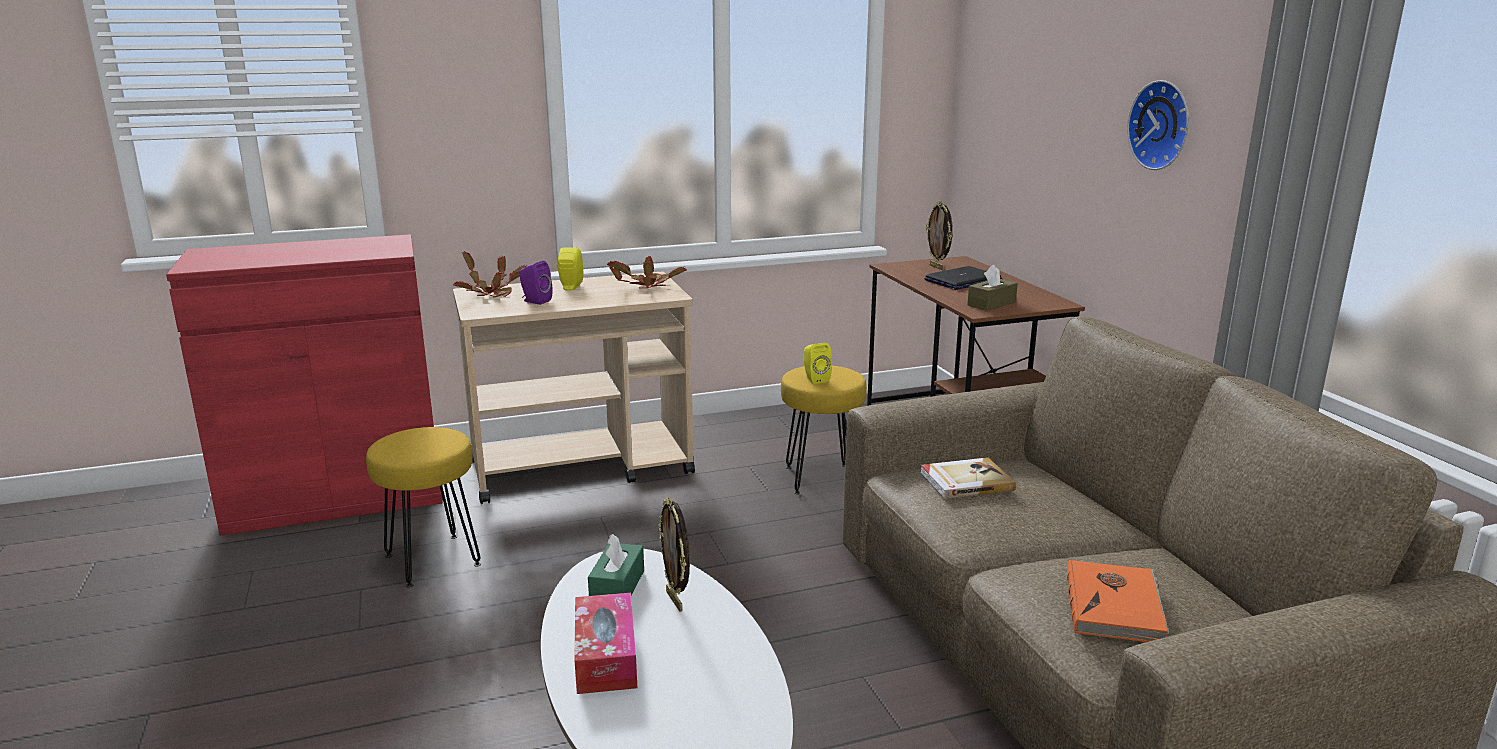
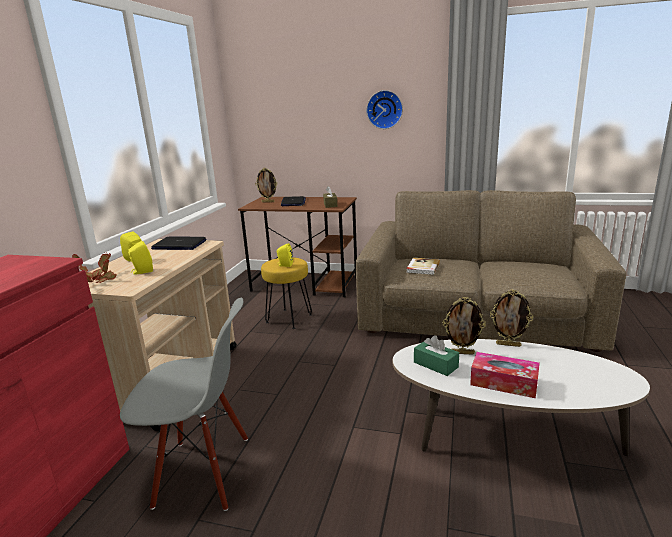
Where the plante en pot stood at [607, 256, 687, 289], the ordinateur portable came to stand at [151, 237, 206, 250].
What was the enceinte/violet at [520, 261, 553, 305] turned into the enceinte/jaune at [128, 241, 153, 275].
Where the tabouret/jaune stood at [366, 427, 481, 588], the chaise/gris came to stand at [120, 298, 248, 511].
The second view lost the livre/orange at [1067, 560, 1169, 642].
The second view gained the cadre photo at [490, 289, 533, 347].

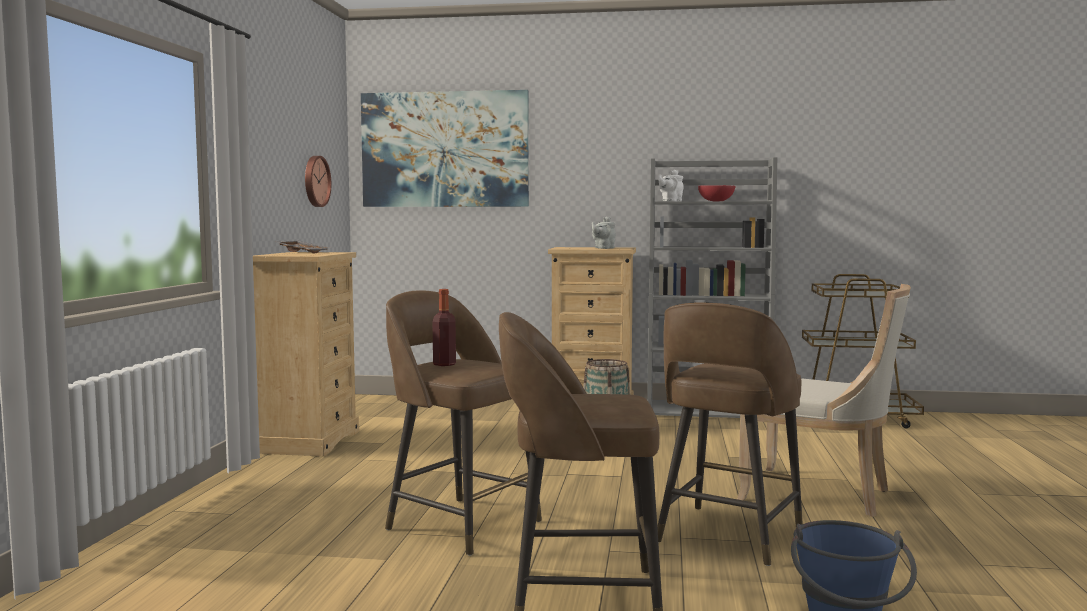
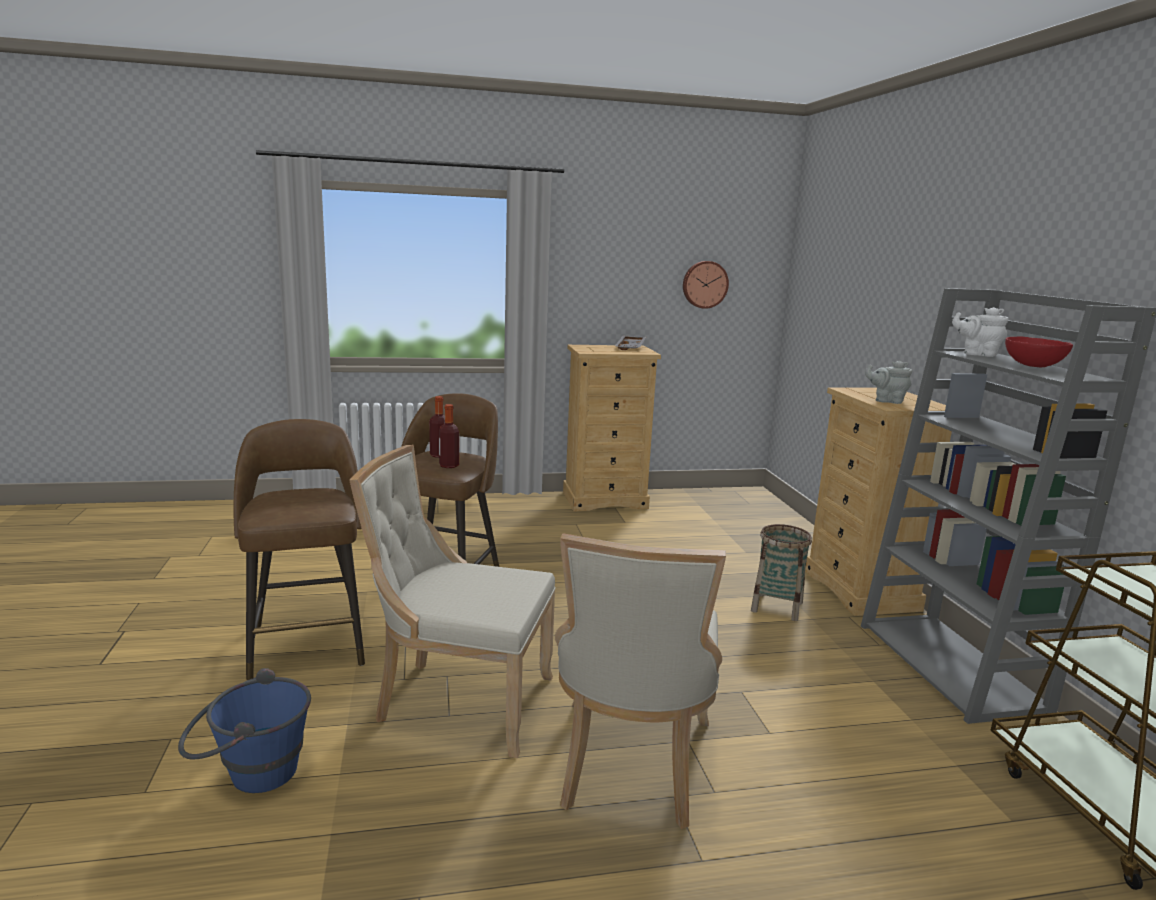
The second view lost the tableau at [361, 90, 529, 207].
Where the tabouret/marron stood at [657, 302, 803, 566], the chaise/beige came to stand at [349, 445, 556, 758].
The second view gained the bouteille at [439, 404, 459, 468].

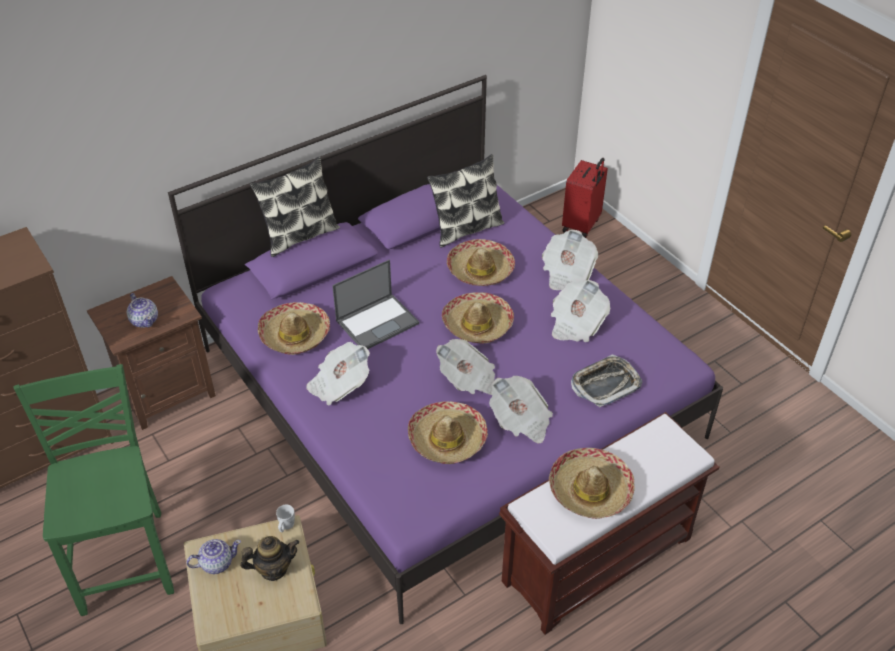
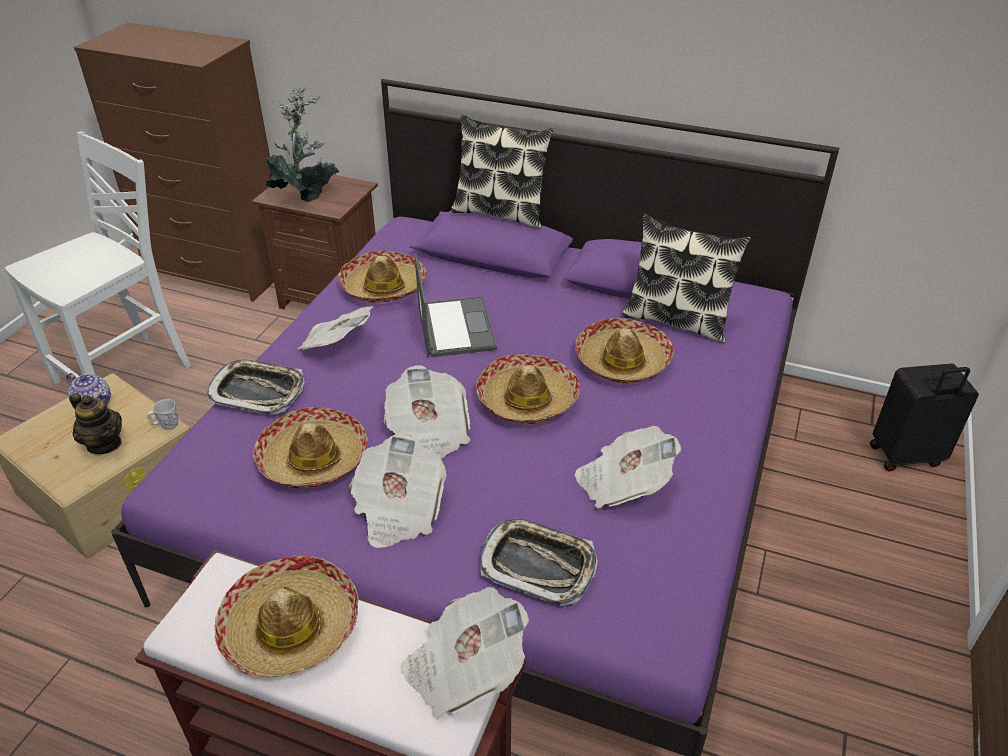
What was the valise/rouge at [562, 158, 608, 238] turned into the valise/noir at [870, 363, 979, 472].
The journal ended up elsewhere, having gone from [542, 230, 598, 290] to [401, 587, 529, 718].
The ordinateur portable at [332, 259, 419, 349] ended up facing another way, 120 degrees counterclockwise from before.
Where the théière stood at [127, 293, 158, 328], the plante en pot came to stand at [266, 87, 340, 202].
What was the chaise/vert at [13, 364, 174, 616] turned into the chaise/blanc at [5, 131, 192, 385].
The second view gained the plateau at [207, 360, 304, 415].

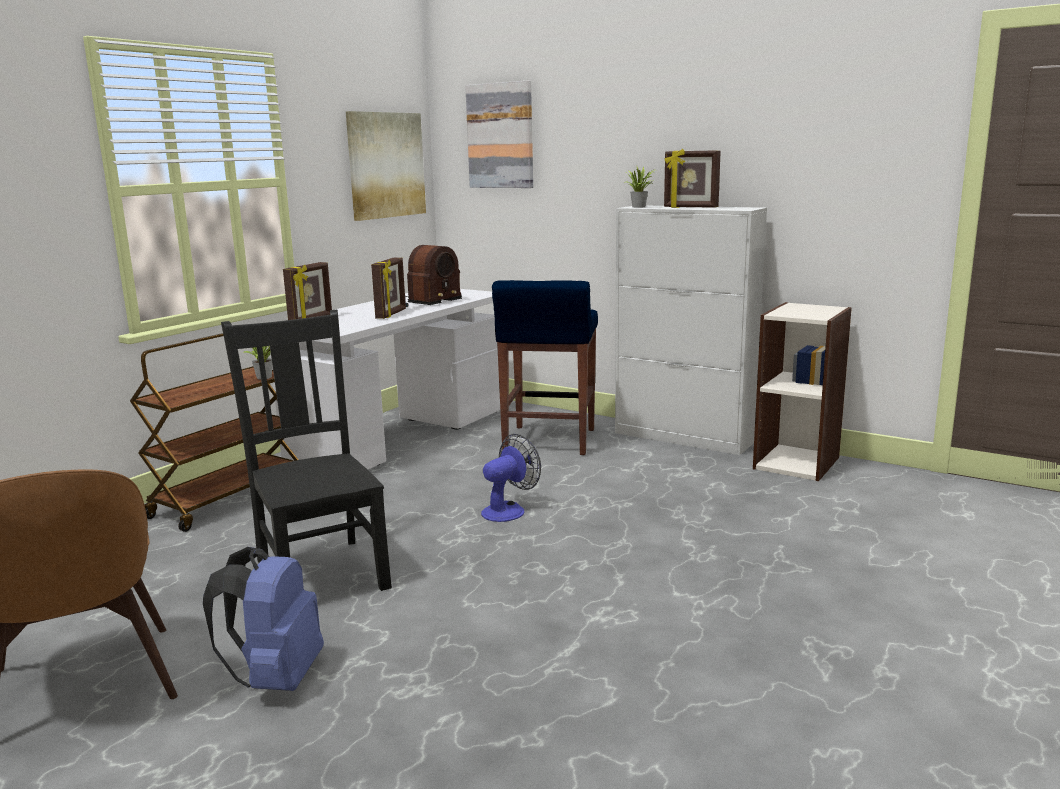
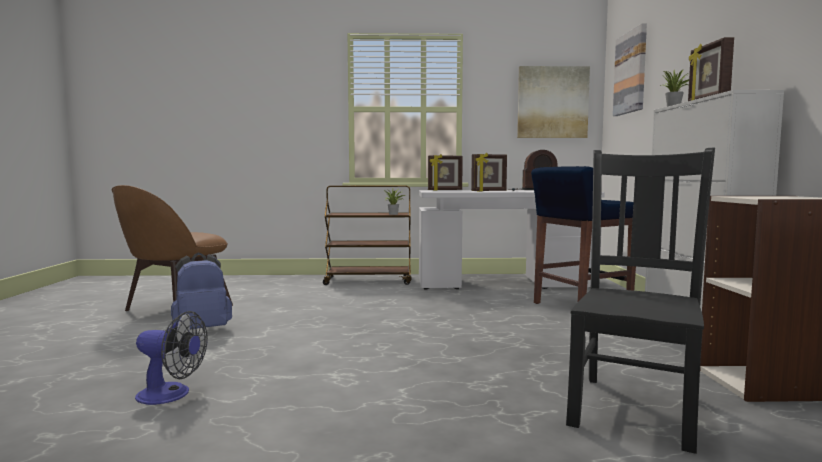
The chaise/noir ended up elsewhere, having gone from [221, 310, 392, 591] to [566, 148, 715, 454].
The ventilateur ended up elsewhere, having gone from [481, 434, 541, 522] to [135, 311, 208, 405].

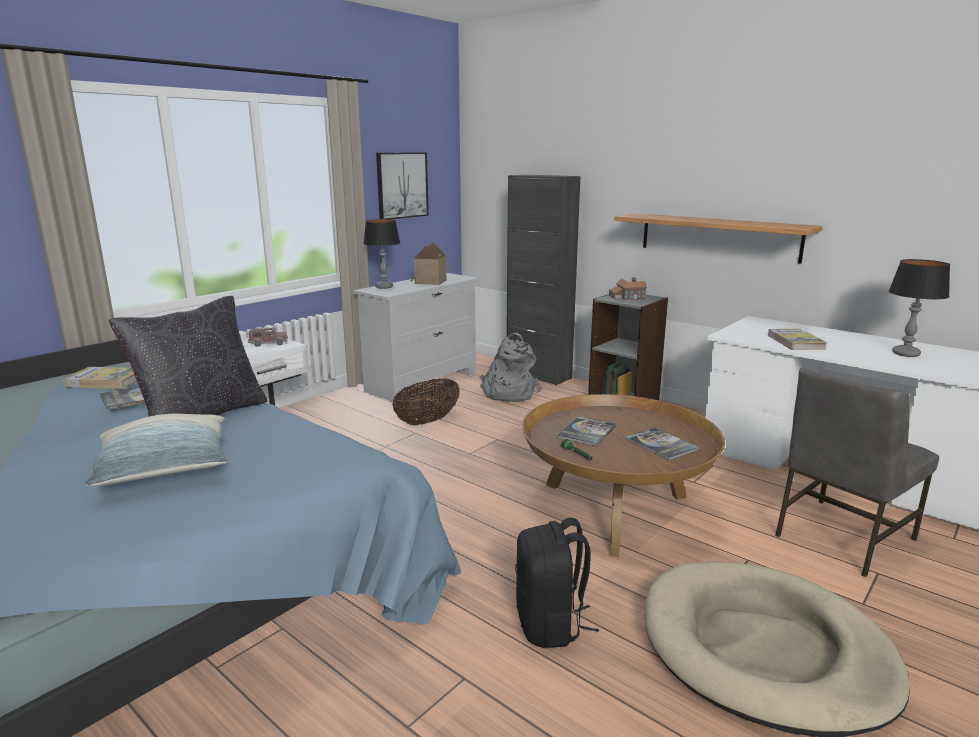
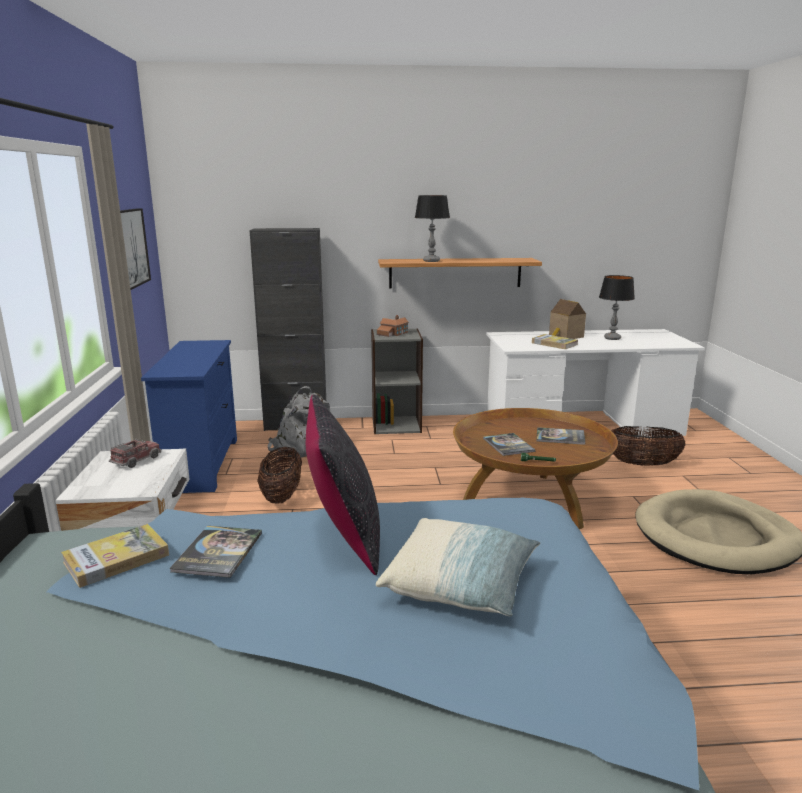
The lampe de table ended up elsewhere, having gone from [363, 219, 400, 289] to [415, 195, 450, 262].
The maison miniature ended up elsewhere, having gone from [410, 243, 447, 285] to [549, 299, 586, 339].
What was the commode/blanc at [353, 273, 479, 402] turned into the commode/bleu at [141, 340, 237, 493].
Where the chaise/gris stood at [775, 368, 939, 577], the panier came to stand at [612, 426, 685, 466].
The second view lost the sac à dos/noir at [515, 518, 599, 648].

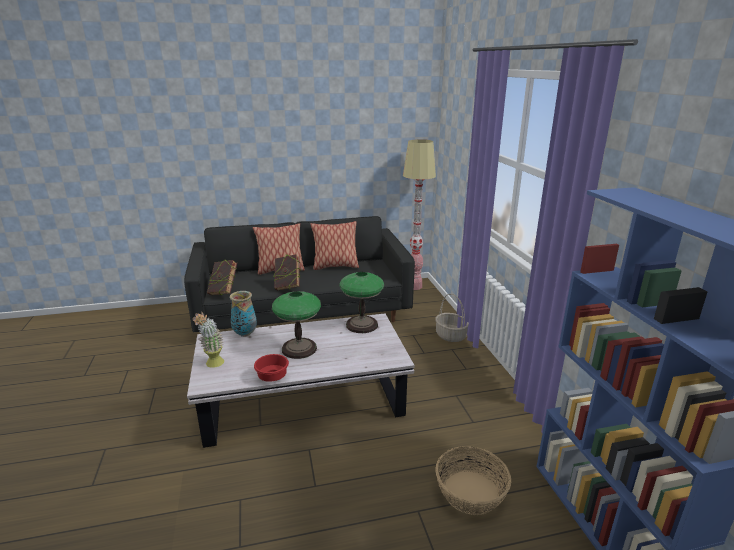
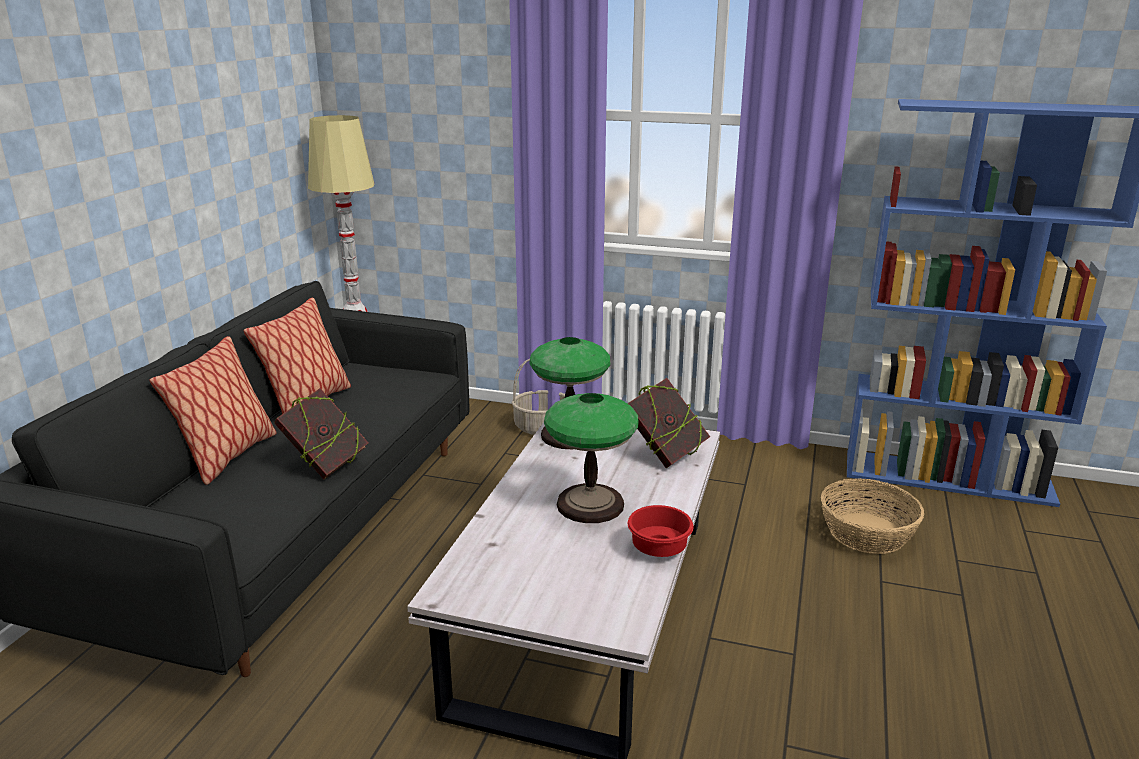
The livre ended up elsewhere, having gone from [207, 260, 237, 296] to [627, 378, 710, 468].
The second view lost the vase at [230, 291, 257, 337].
The second view lost the plante en pot at [192, 312, 224, 368].

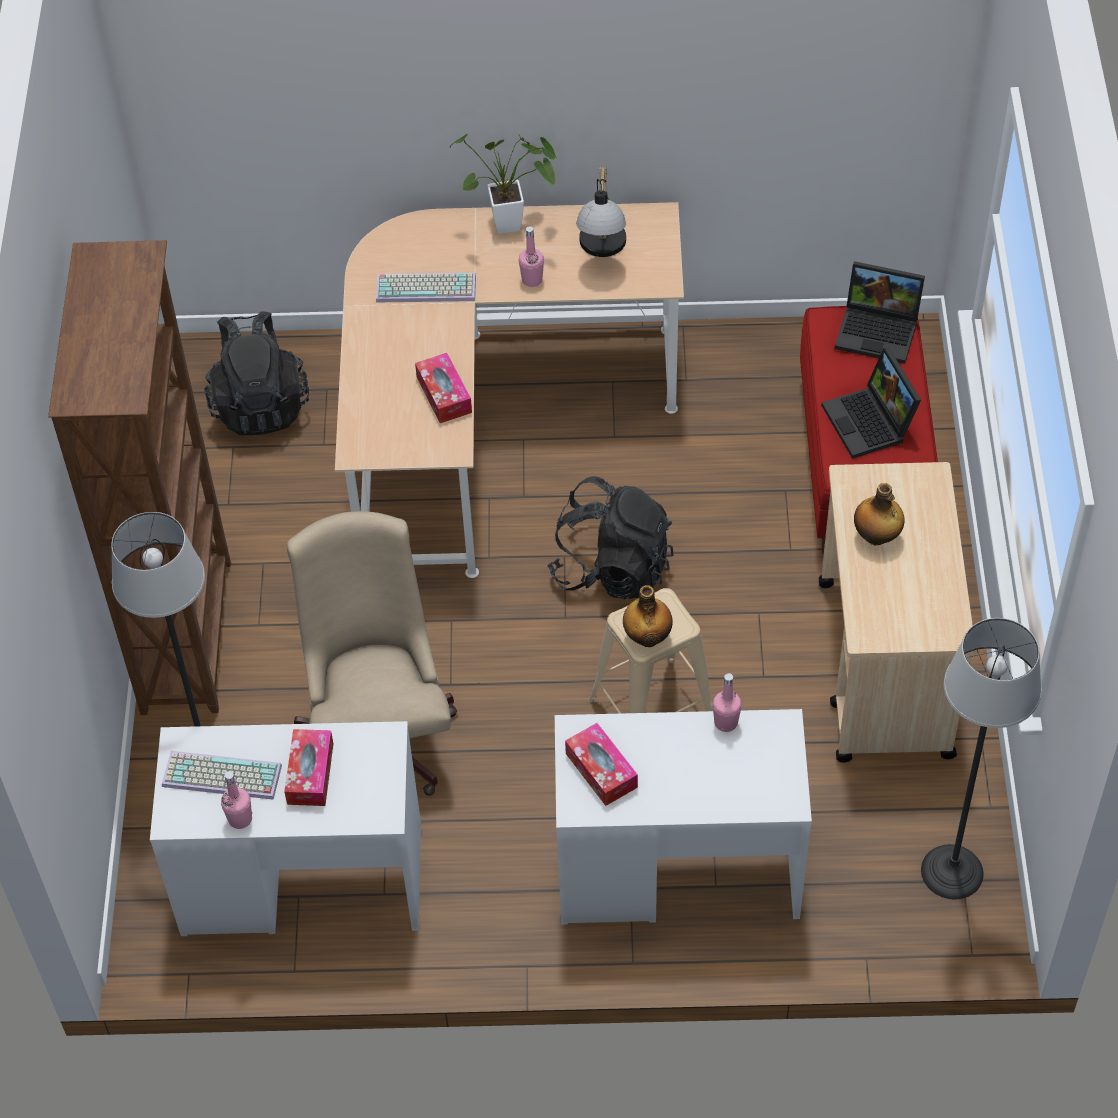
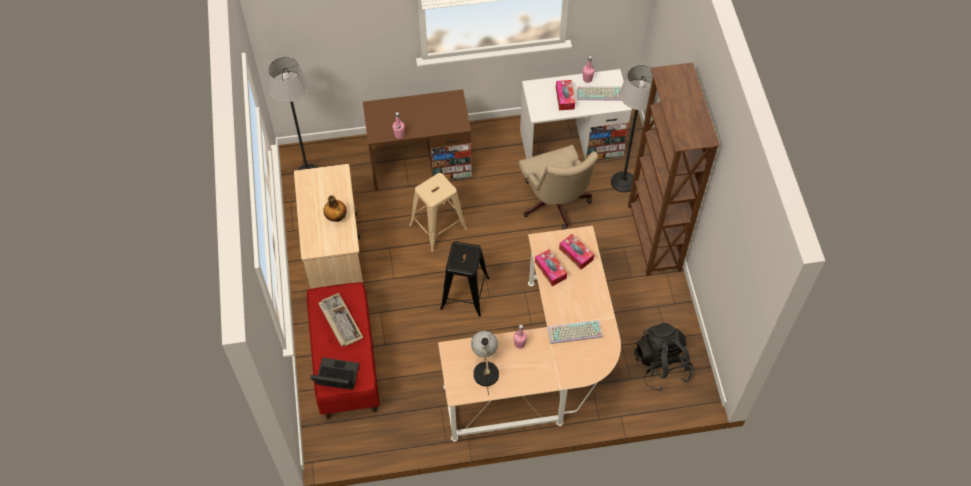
The second view lost the plante en pot at [450, 134, 557, 234].
Where the ordinateur portable stood at [822, 347, 921, 459], the clavier came to stand at [318, 293, 363, 347].
Where the sac à dos/noir stood at [547, 476, 674, 599], the tabouret/noir came to stand at [440, 241, 489, 317].
The second view lost the bouteille at [623, 585, 673, 647].
What was the bureau/blanc at [555, 709, 812, 925] turned into the bureau/marron at [363, 89, 472, 191].
The boîte à mouchoirs ended up elsewhere, having gone from [565, 723, 638, 806] to [559, 234, 594, 269].

